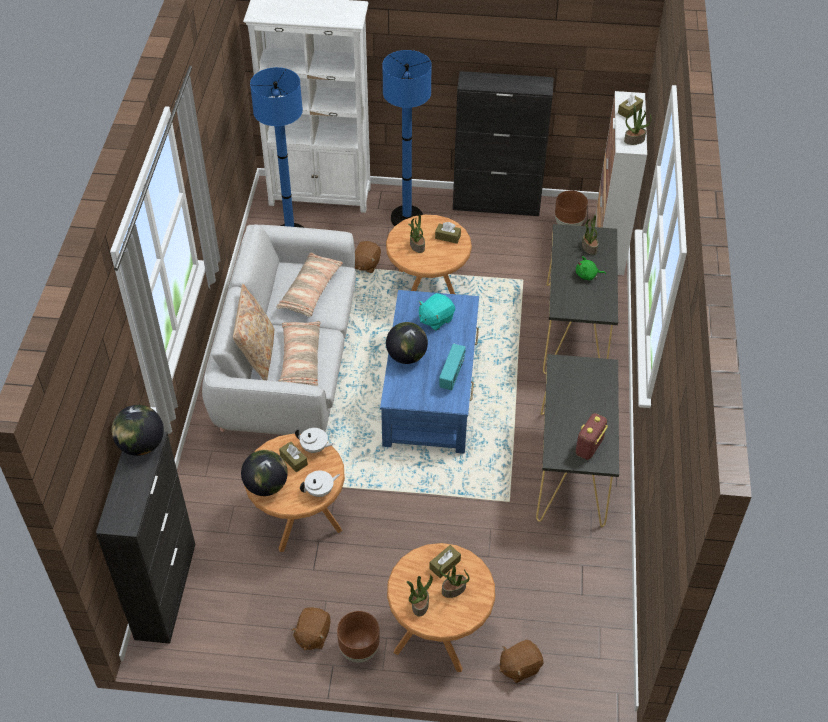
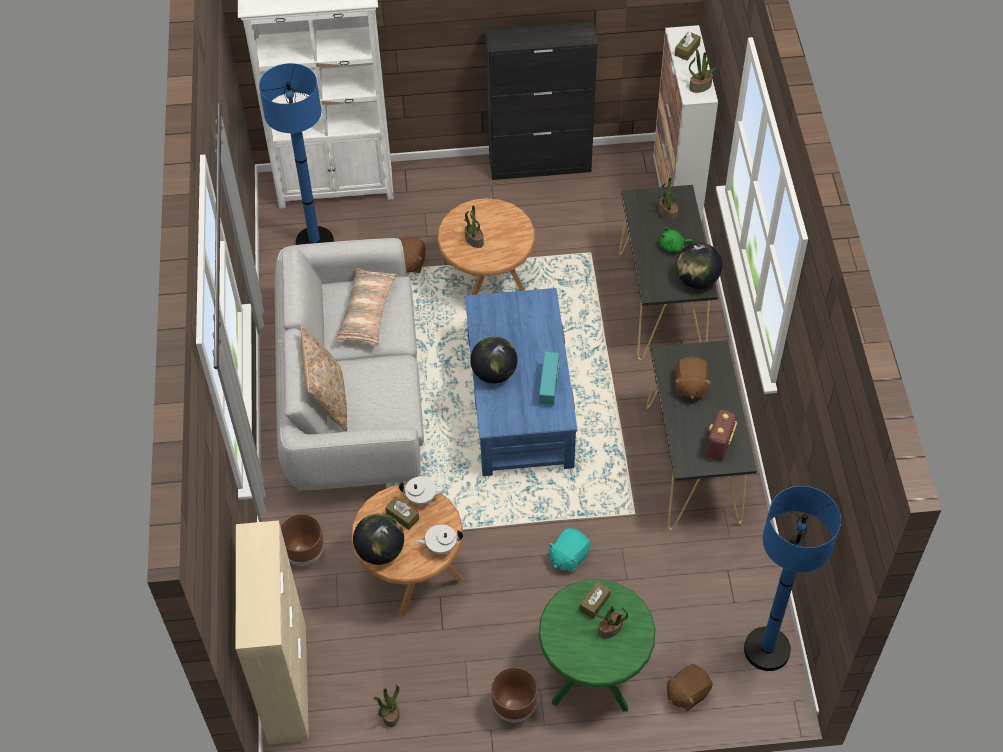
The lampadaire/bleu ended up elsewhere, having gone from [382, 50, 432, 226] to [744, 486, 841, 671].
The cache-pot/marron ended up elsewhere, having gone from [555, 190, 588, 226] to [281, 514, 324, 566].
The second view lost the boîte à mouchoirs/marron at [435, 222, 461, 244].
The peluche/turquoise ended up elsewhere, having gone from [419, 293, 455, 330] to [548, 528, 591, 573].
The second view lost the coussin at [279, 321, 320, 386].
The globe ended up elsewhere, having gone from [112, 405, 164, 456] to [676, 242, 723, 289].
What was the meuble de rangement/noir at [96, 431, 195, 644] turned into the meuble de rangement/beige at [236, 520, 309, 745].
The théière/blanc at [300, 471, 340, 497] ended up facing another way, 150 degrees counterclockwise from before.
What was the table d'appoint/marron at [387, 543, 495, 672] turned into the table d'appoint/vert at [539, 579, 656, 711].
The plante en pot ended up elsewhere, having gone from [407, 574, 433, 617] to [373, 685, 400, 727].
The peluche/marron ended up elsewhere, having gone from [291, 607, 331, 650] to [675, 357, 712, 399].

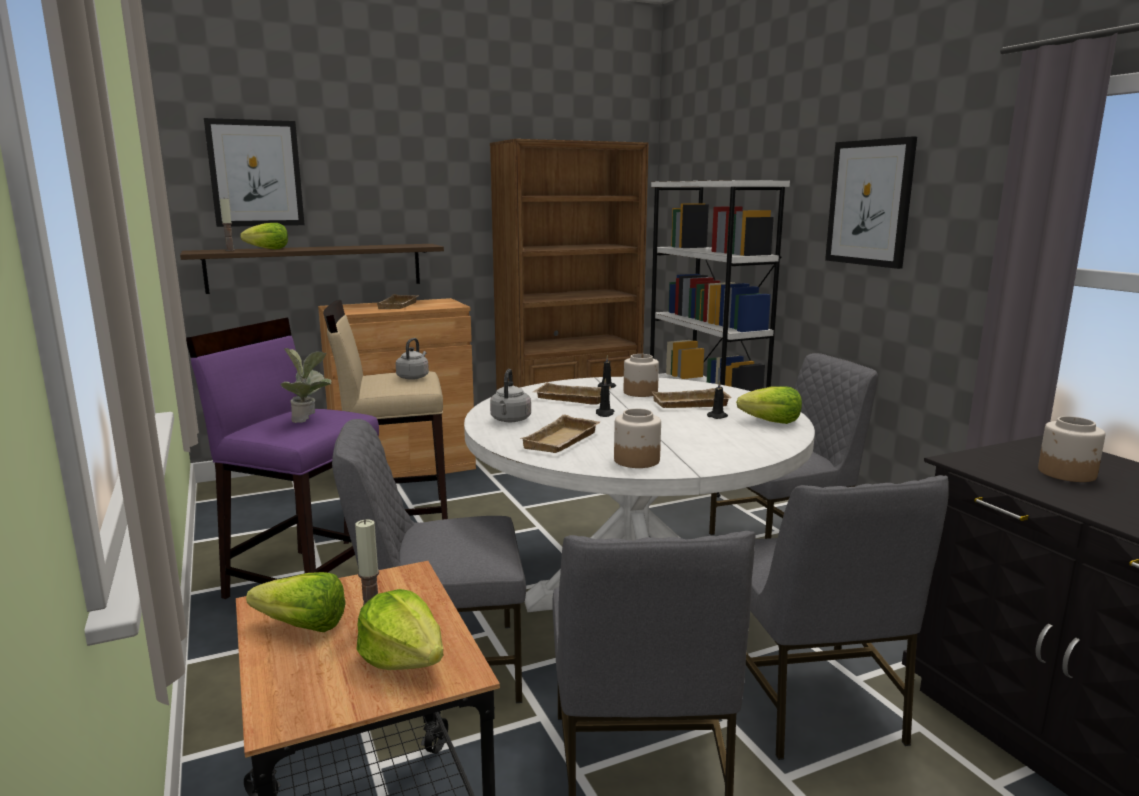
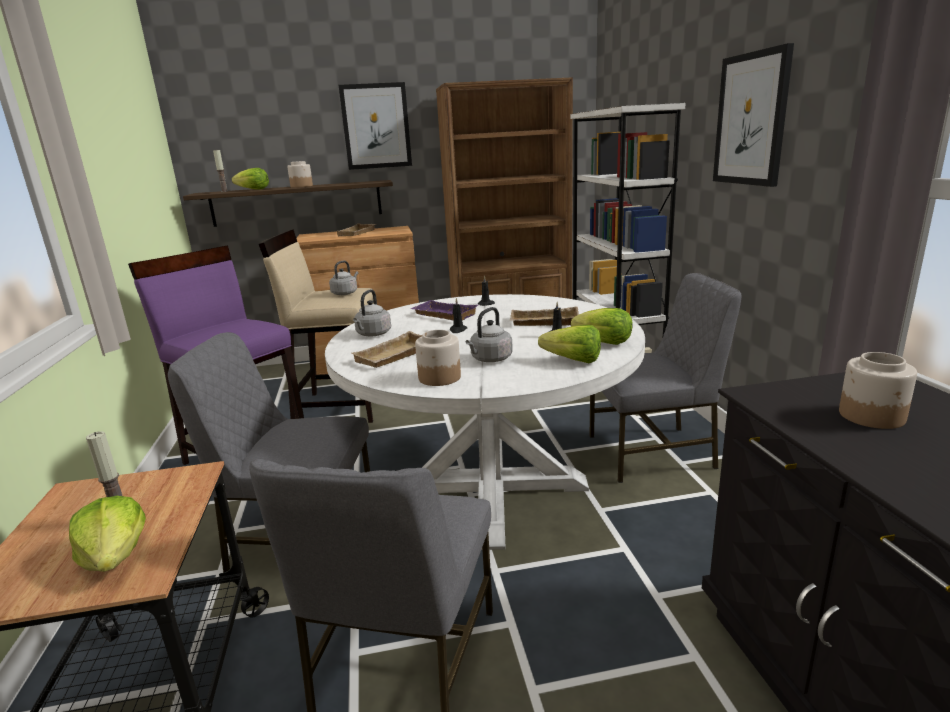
The tableau ended up elsewhere, having gone from [204, 118, 305, 227] to [339, 82, 412, 170].
The second view lost the plante en pot at [280, 348, 331, 423].
The bocal ended up elsewhere, having gone from [624, 354, 659, 397] to [287, 161, 313, 188].
What was the plateau/beige at [533, 383, 611, 405] turned into the plateau/violet at [411, 300, 478, 320].
The second view lost the chaise/gris at [746, 475, 949, 760].
The laitue ended up elsewhere, having gone from [246, 572, 346, 632] to [538, 325, 601, 363].
The second view gained the bouilloire/gris at [465, 307, 513, 362].

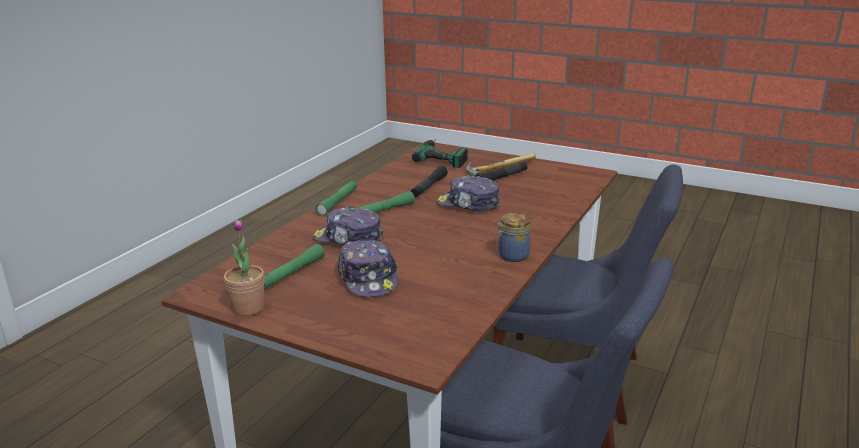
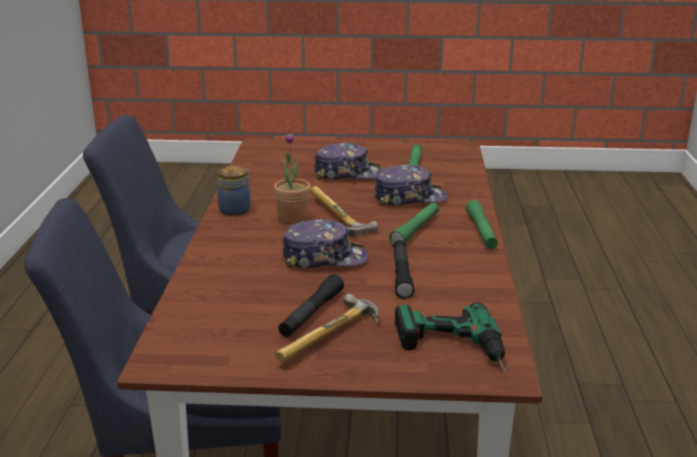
The plante en pot ended up elsewhere, having gone from [224, 219, 264, 316] to [274, 132, 311, 225].
The casquette at [337, 240, 398, 297] ended up facing another way, 135 degrees clockwise from before.
The second view gained the marteau at [310, 186, 378, 237].

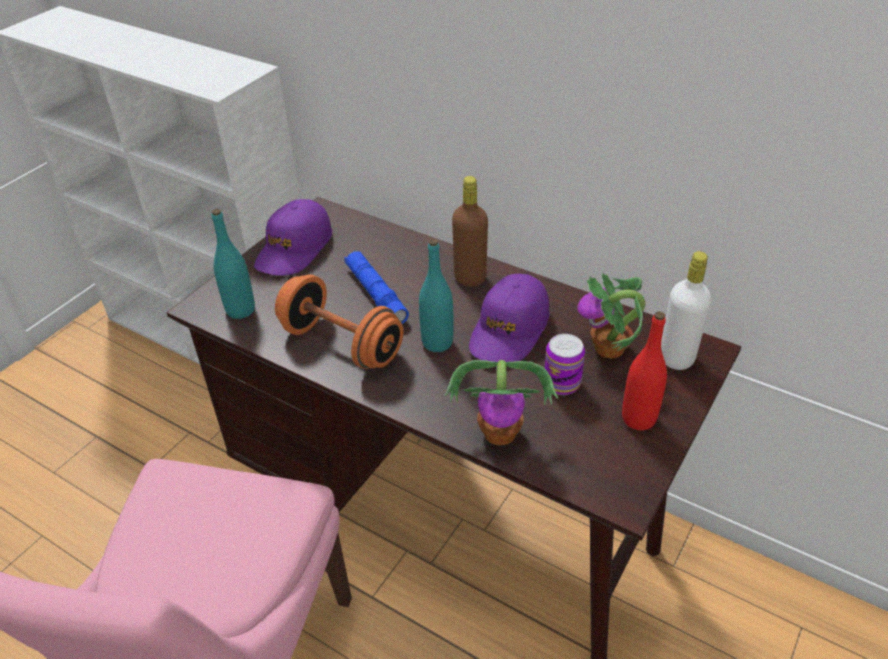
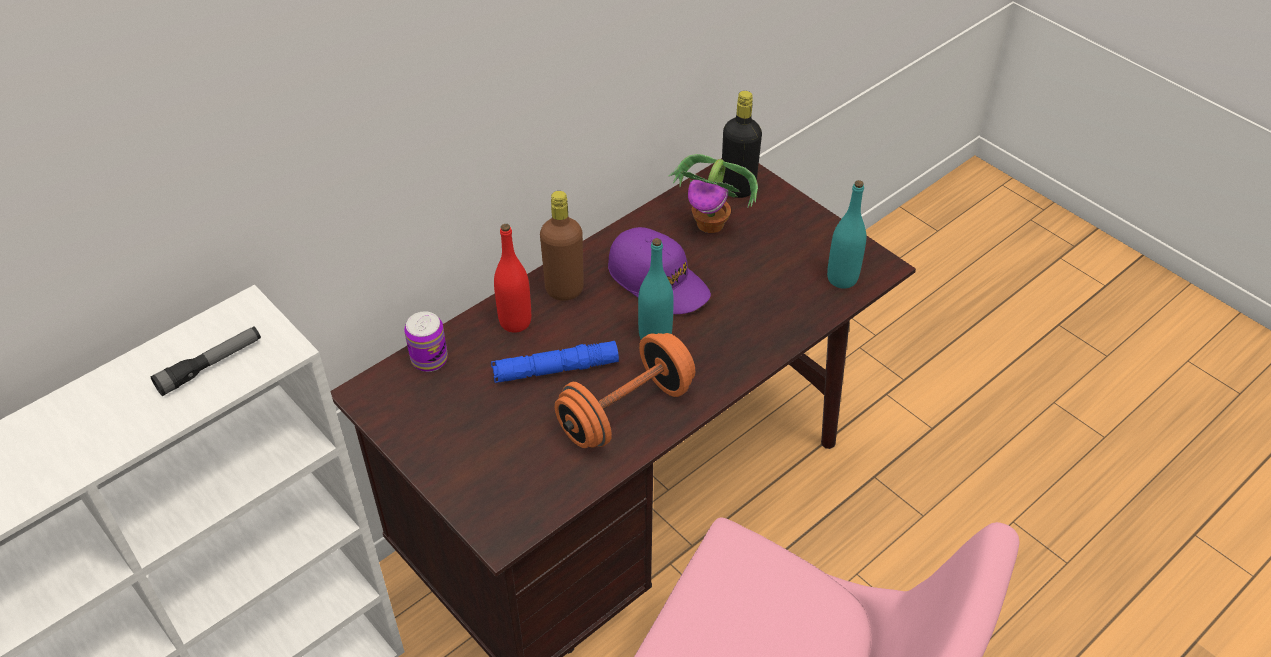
The second view lost the casquette/violet at [254, 199, 332, 276].
The bouteille/turquoise ended up elsewhere, having gone from [211, 209, 255, 319] to [827, 180, 866, 289].
What was the bouteille/blanc at [661, 251, 711, 370] turned into the bouteille/noir at [722, 91, 762, 198].
The bouteille/rouge ended up elsewhere, having gone from [622, 311, 667, 430] to [494, 224, 531, 333].
The boîte métallique ended up elsewhere, having gone from [545, 334, 585, 395] to [404, 311, 448, 372].
The second view lost the plante en pot at [445, 360, 558, 445].
The second view gained the lampe de poche at [151, 327, 261, 396].

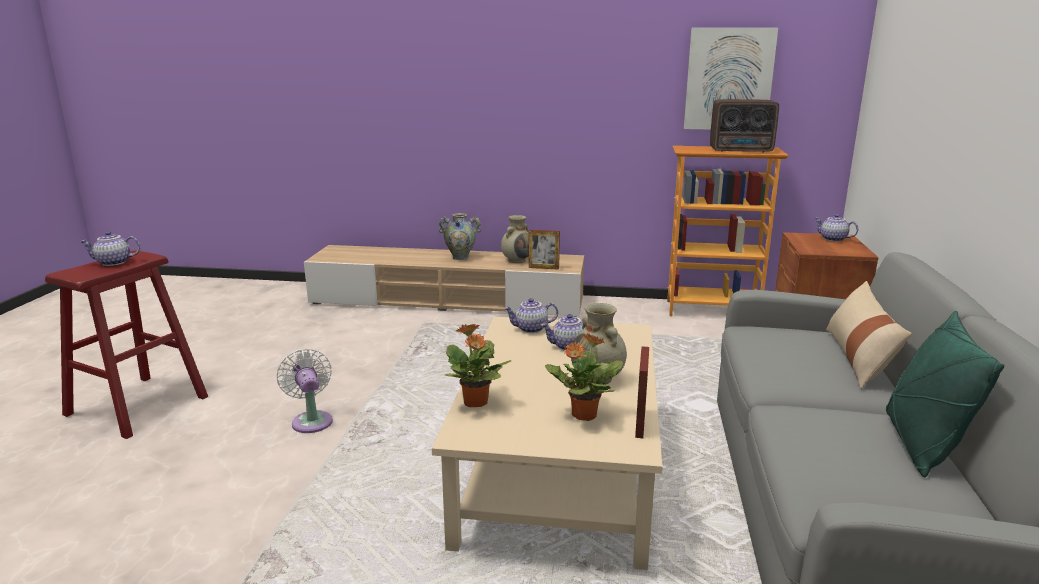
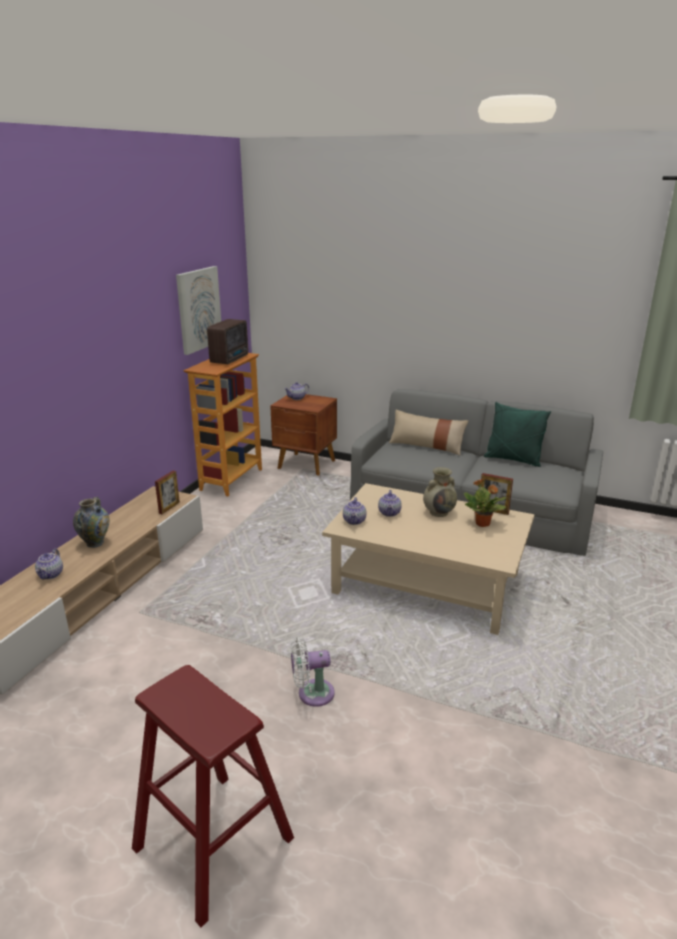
The second view lost the vase/beige at [501, 215, 529, 263].
The théière ended up elsewhere, having gone from [80, 231, 140, 266] to [35, 548, 63, 580].
The second view lost the plante en pot at [445, 324, 511, 407].

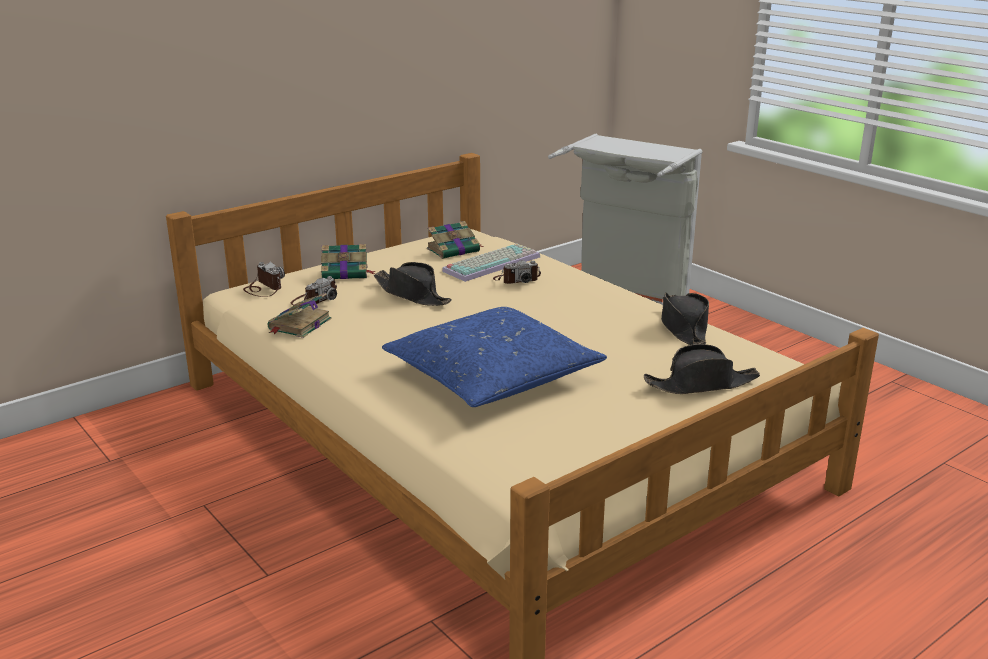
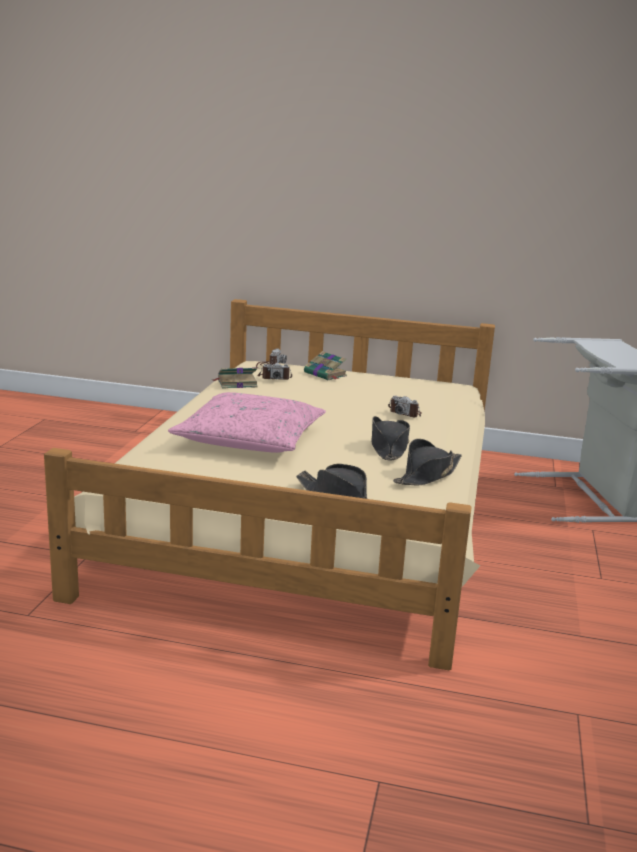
The second view lost the livre at [427, 221, 483, 259].
The second view lost the clavier at [442, 243, 540, 282].
The chapeau/noir ended up elsewhere, having gone from [374, 262, 452, 306] to [371, 416, 410, 460].
What was the coussin/bleu at [382, 307, 607, 407] turned into the coussin/rose at [168, 392, 326, 453].

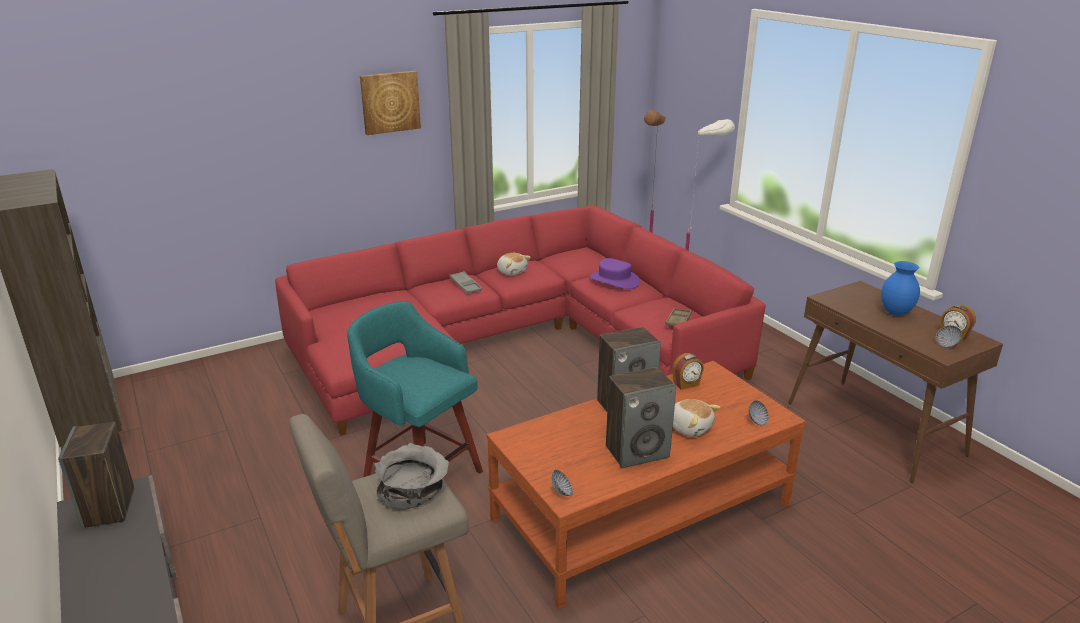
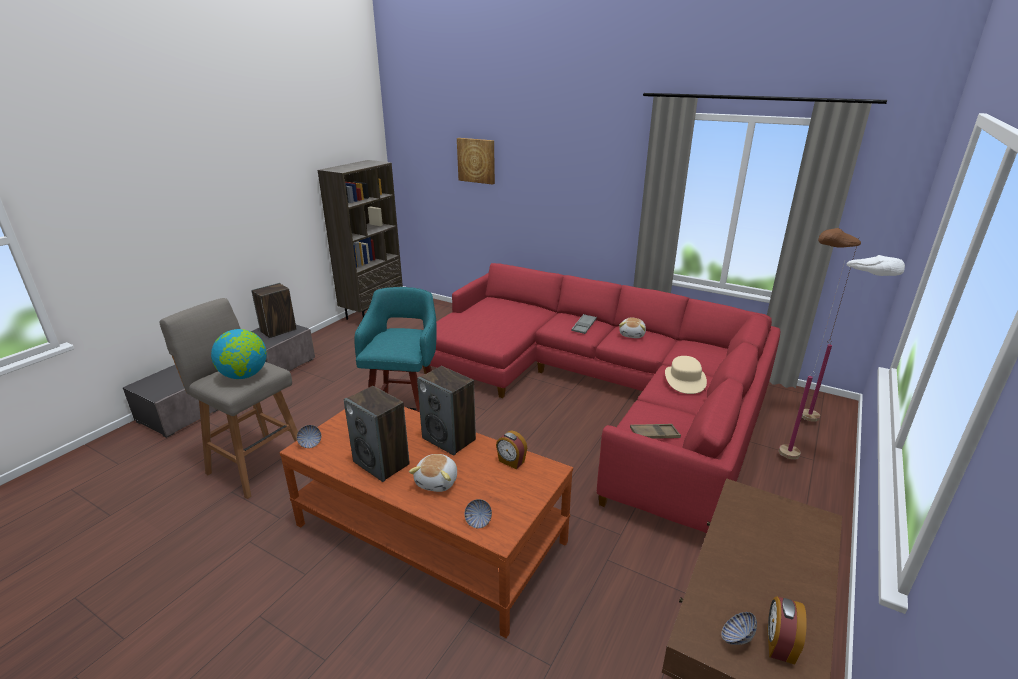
The tableau ended up elsewhere, having gone from [360, 71, 421, 135] to [457, 138, 495, 185].
What was the chapeau/violet at [590, 258, 640, 289] turned into the chapeau/beige at [665, 356, 707, 394].
The second view lost the vase/bleu at [881, 261, 920, 316].
Where the bol/gris stood at [375, 443, 449, 510], the globe came to stand at [211, 329, 267, 379].

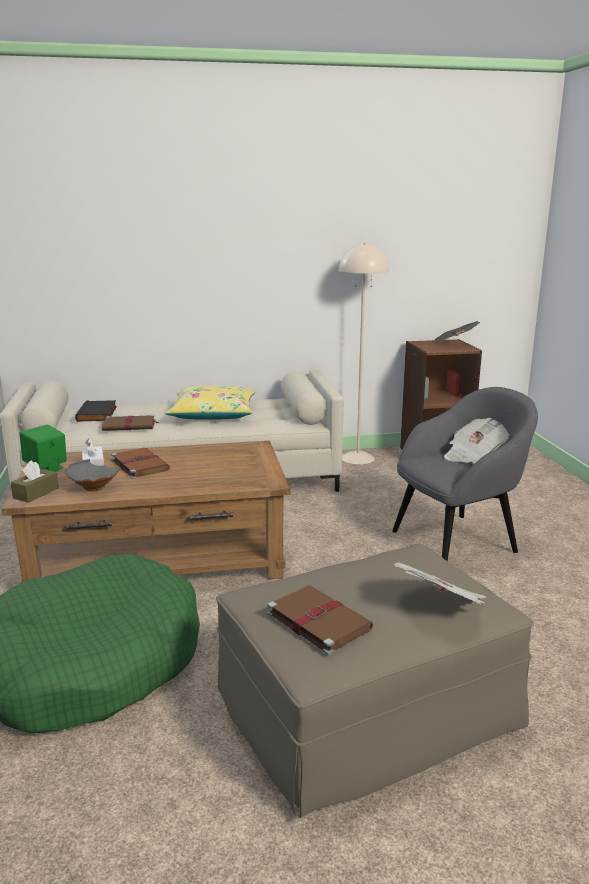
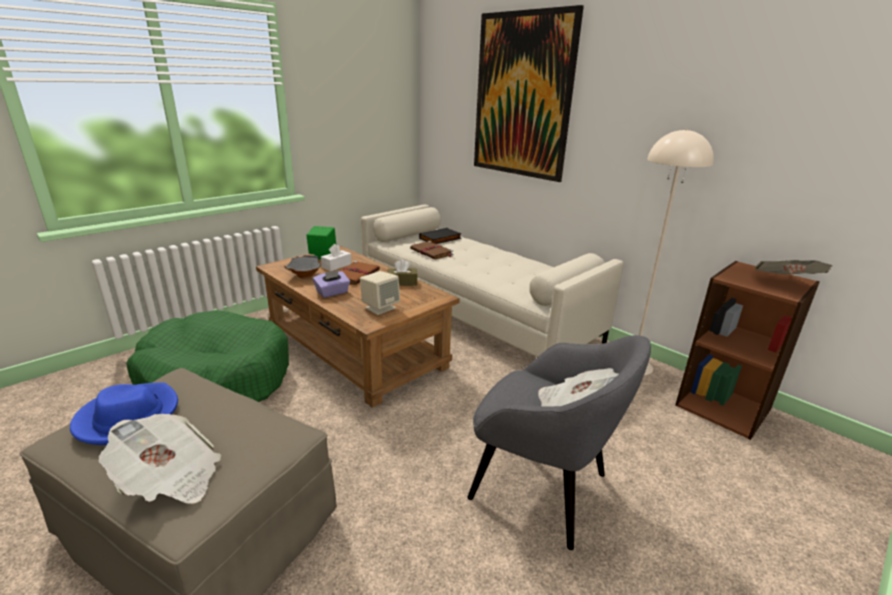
The second view lost the coussin/jaune at [165, 386, 255, 420].
The boîte à mouchoirs/marron ended up elsewhere, having gone from [11, 460, 59, 503] to [388, 259, 418, 286].
Where the livre/marron stood at [267, 585, 373, 655], the chapeau/bleu came to stand at [70, 382, 178, 445].
The second view gained the tableau at [474, 5, 584, 182].
The second view gained the boîte à mouchoirs/violet at [313, 270, 350, 298].
The second view gained the enceinte/beige at [360, 271, 400, 315].

